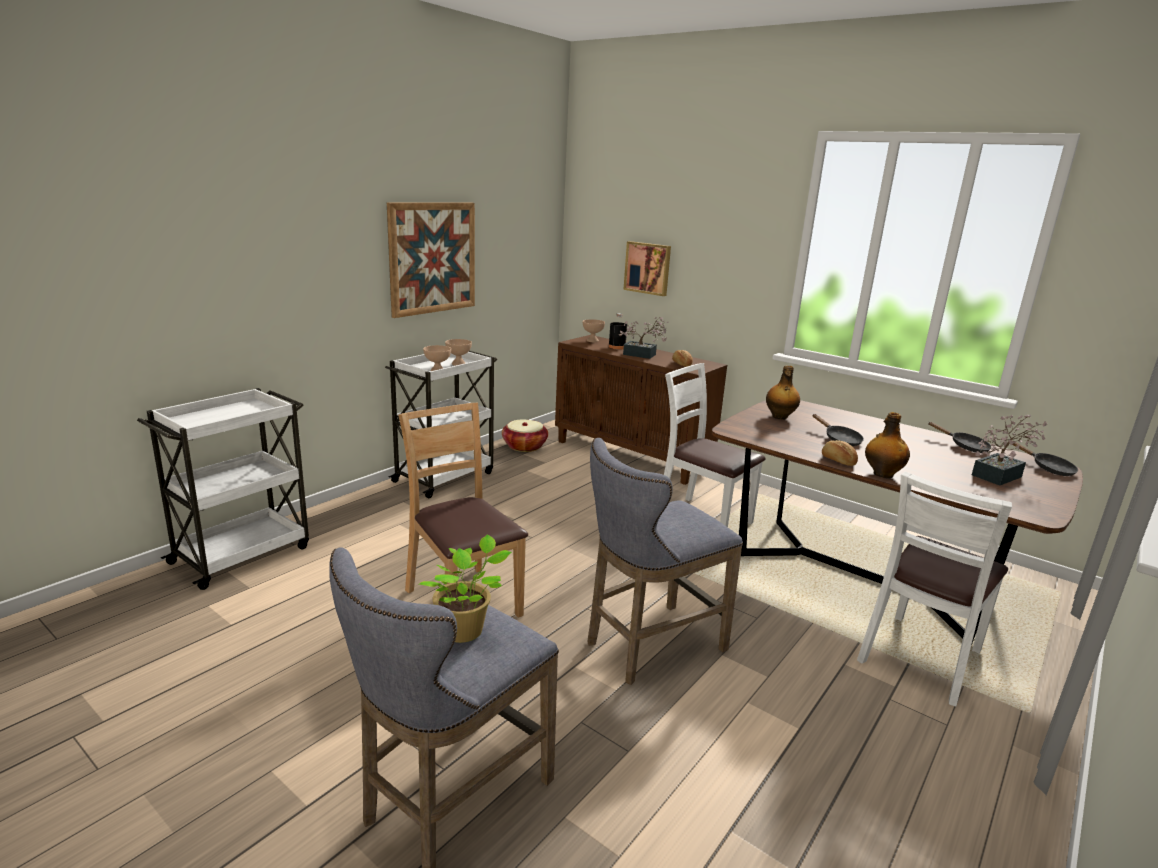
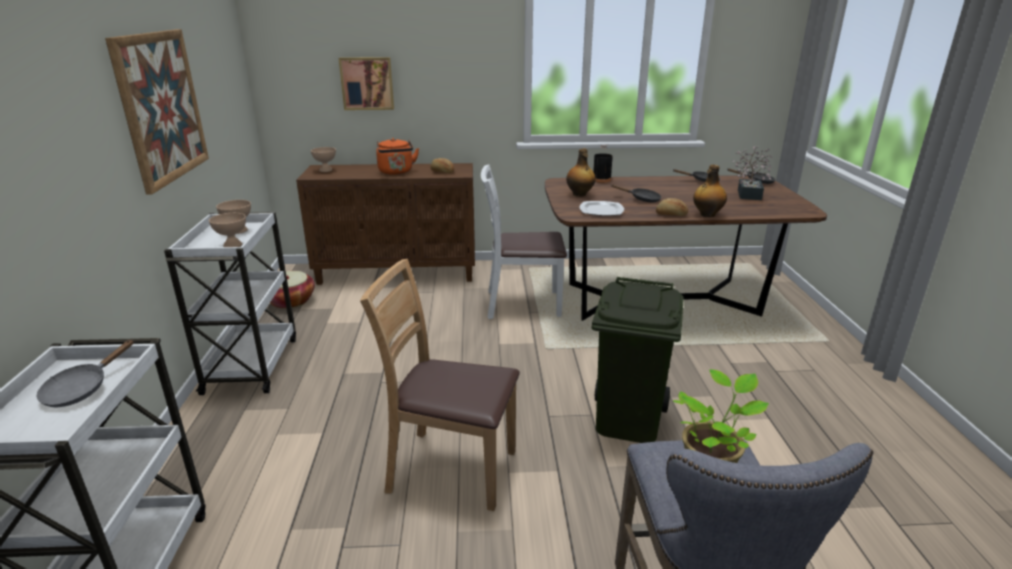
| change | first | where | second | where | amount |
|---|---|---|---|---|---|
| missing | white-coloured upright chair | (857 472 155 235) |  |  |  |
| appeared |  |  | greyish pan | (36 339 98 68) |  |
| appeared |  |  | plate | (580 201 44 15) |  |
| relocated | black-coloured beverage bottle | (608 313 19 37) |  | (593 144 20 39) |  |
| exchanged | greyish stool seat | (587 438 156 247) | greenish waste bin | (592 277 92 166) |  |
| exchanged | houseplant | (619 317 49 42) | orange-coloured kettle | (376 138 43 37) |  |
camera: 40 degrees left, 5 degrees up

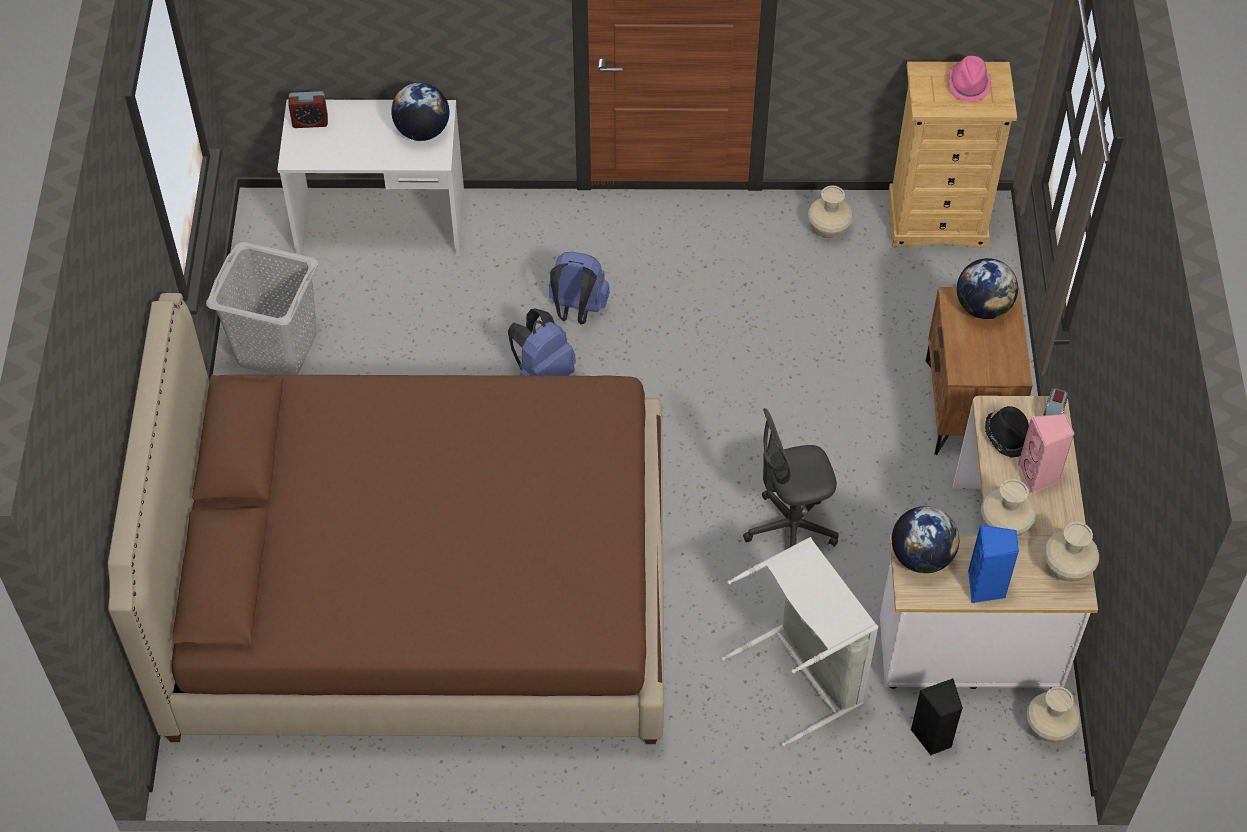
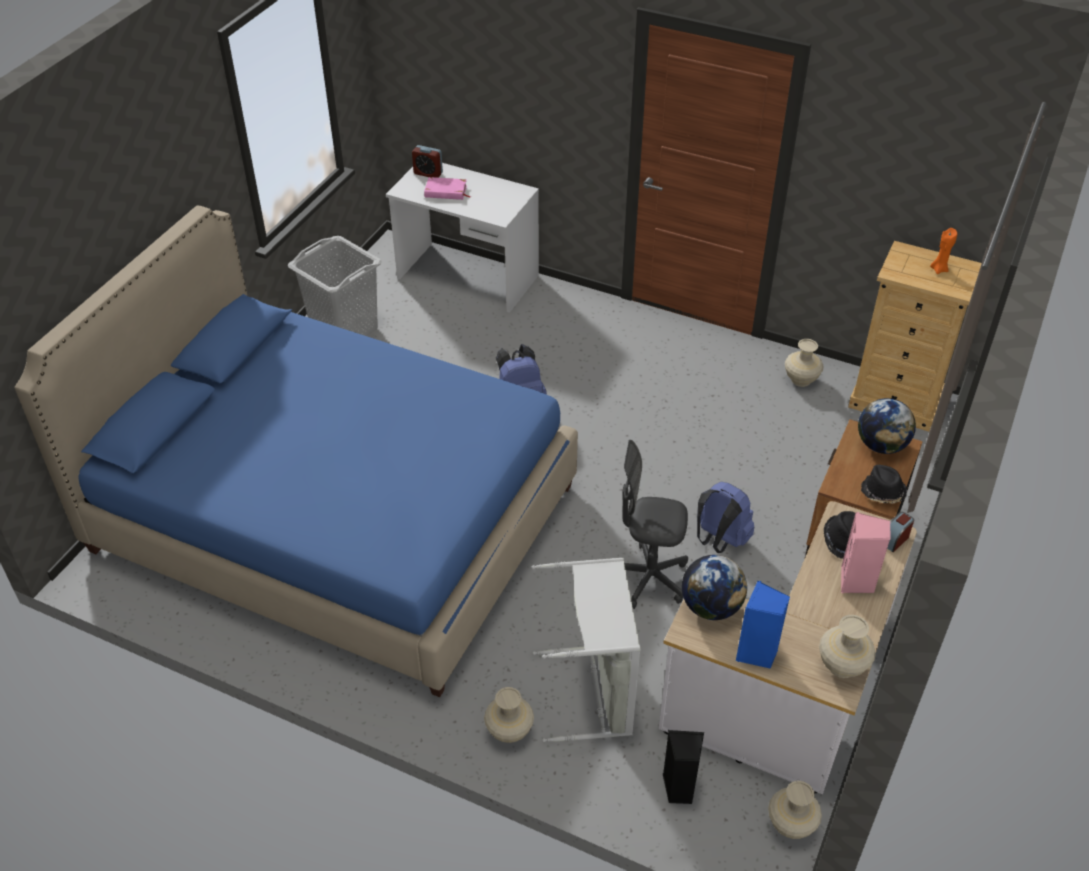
| change | first | where | second | where | amount |
|---|---|---|---|---|---|
| missing | globe | (391 83 58 58) |  |  |  |
| appeared |  |  | pinkish volume | (424 177 47 23) |  |
| appeared |  |  | black-coloured hat | (861 465 46 39) |  |
| relocated | blue-coloured knapsack | (549 252 61 72) |  | (697 482 57 71) |  |
| relocated | beige flower vase | (981 479 55 58) |  | (484 687 50 56) |  |
| exchanged | pinkish hat | (948 56 44 47) | orange-coloured wax light | (930 228 27 46) |  |
| colour | brown bedroom bed | (108 293 556 451) | blue-coloured bedroom bed | (15 205 563 492) |  |
camera: 25 degrees right, 10 degrees down

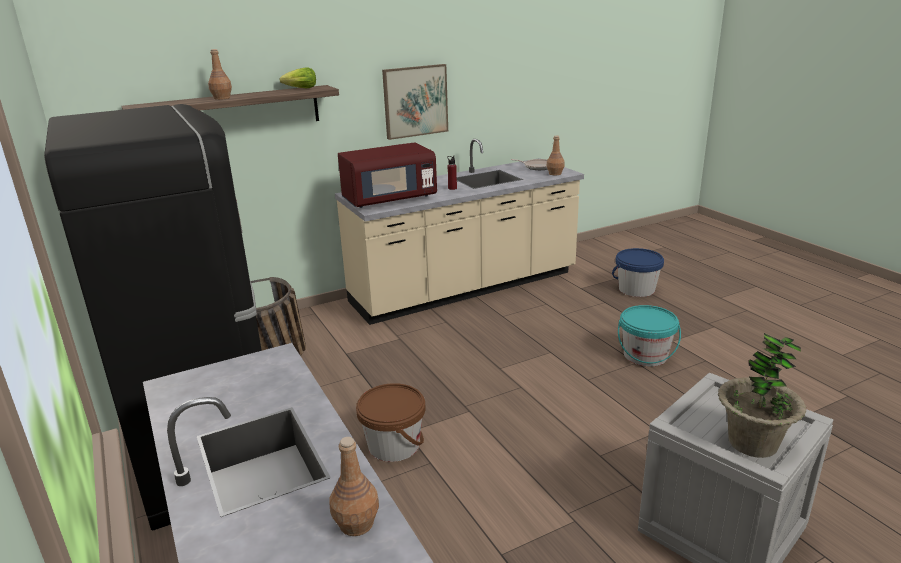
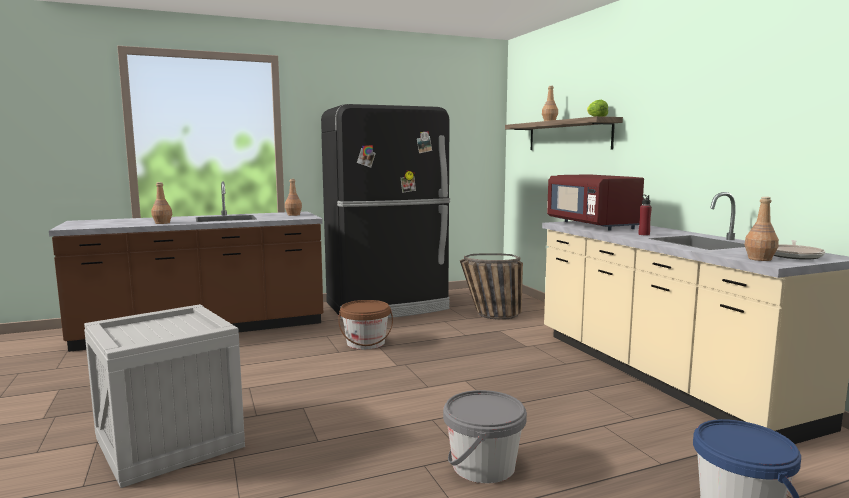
| change | first | where | second | where | amount |
|---|---|---|---|---|---|
| missing | wall art | (382 64 66 76) |  |  |  |
| missing | houseplant | (718 333 88 125) |  |  |  |
| appeared |  |  | brown beverage bottle | (285 179 17 37) |  |
| colour | turquoise pail | (618 305 63 62) | greyish pail | (443 390 84 93) |  |
camera: 95 degrees right, 15 degrees down

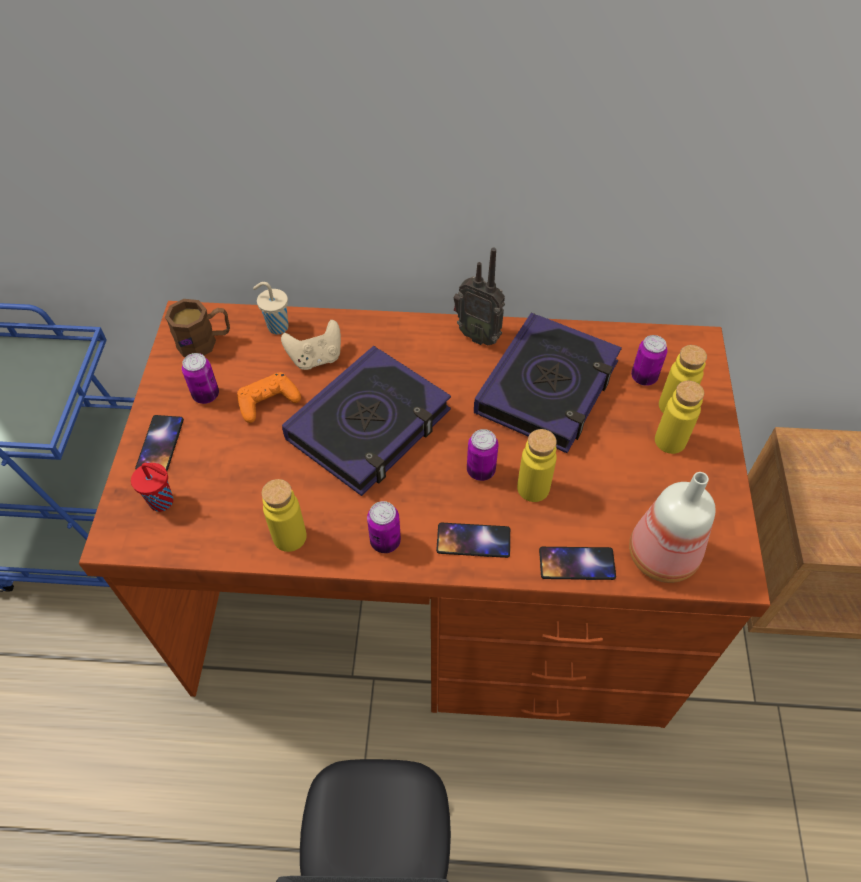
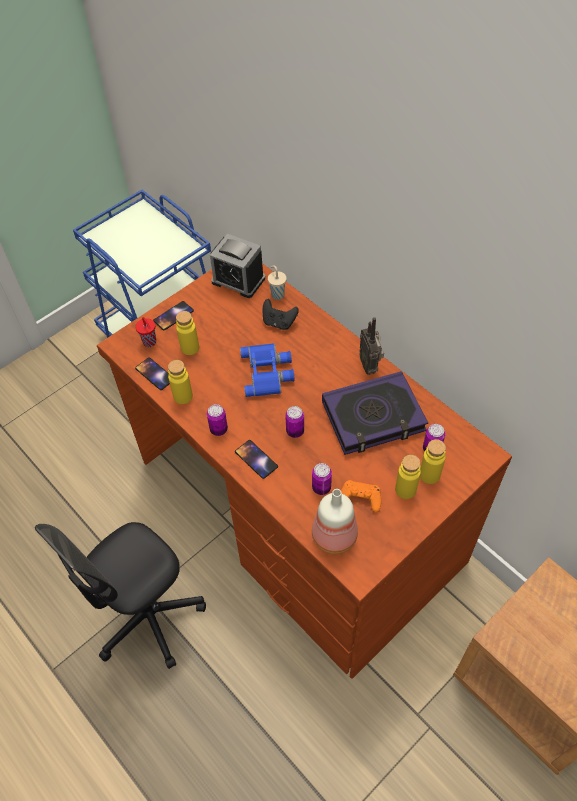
| change | first | where | second | where | amount |
|---|---|---|---|---|---|
| relocated | sealed can | (182 353 37 51) |  | (312 463 20 32) |  |
| relocated | orange-coloured gamepad | (237 372 64 51) |  | (341 480 40 32) |  |
| relocated | yellow beverage bottle | (517 429 40 73) |  | (176 311 23 44) |  |
| relocated | telephone | (539 547 77 33) |  | (135 357 35 33) |  |
| exchanged | brown tea mug | (165 299 65 58) | table clock | (210 234 55 64) |  |
| exchanged | volume | (282 346 169 150) | blue-coloured field glasses | (240 343 55 54) |  |
| colour | beige gamepad | (281 320 60 50) | black-coloured gamepad | (263 299 36 31) |  |
camera: 45 degrees right, 0 degrees up

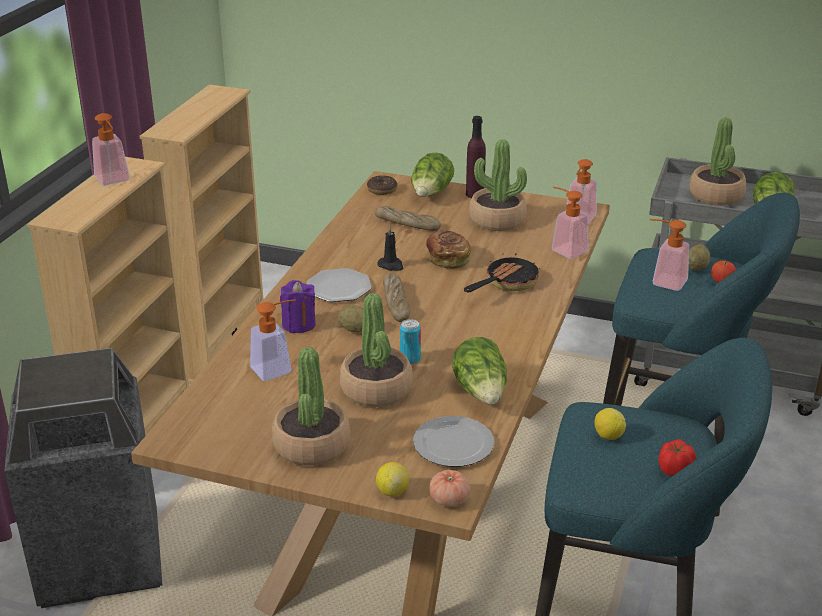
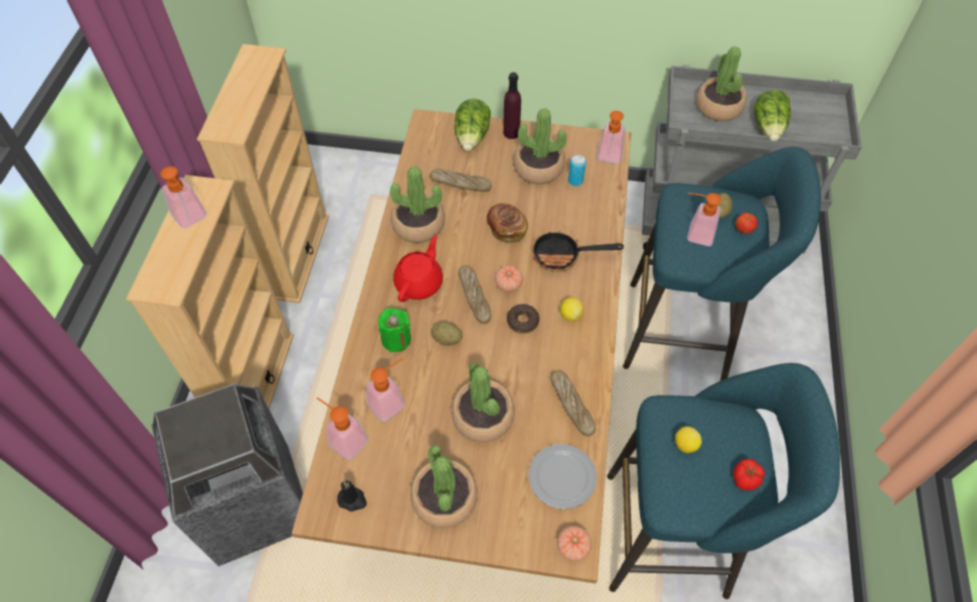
| change | first | where | second | where | amount |
|---|---|---|---|---|---|
| appeared |  |  | houseplant | (390 166 55 77) |  |
| appeared |  |  | fresh tomato | (495 266 28 26) |  |
| relocated | ring doughnut | (367 175 30 20) |  | (507 304 32 30) |  |
| relocated | whole lemon | (376 462 33 34) |  | (560 297 24 24) |  |
| relocated | black-coloured wax light | (377 226 27 45) |  | (337 481 30 30) |  |
| relocated | sealed can | (400 319 21 45) |  | (568 155 18 31) |  |
| relocated | soap dispenser | (552 187 37 72) |  | (317 397 51 63) |  |
| exchanged | plate | (307 268 65 34) | red-coloured pot for tea | (393 235 50 67) |  |
| exchanged | lettuce head | (452 337 55 68) | bakery bread | (550 370 46 66) |  |
| colour | purplish wax light | (280 280 36 53) | greenish wax light | (378 308 33 44) |  |
| spun | pan | (464 253 76 39) |  | (533 231 91 41) | 120 degrees counterclockwise |
camera: 10 degrees left, 25 degrees up

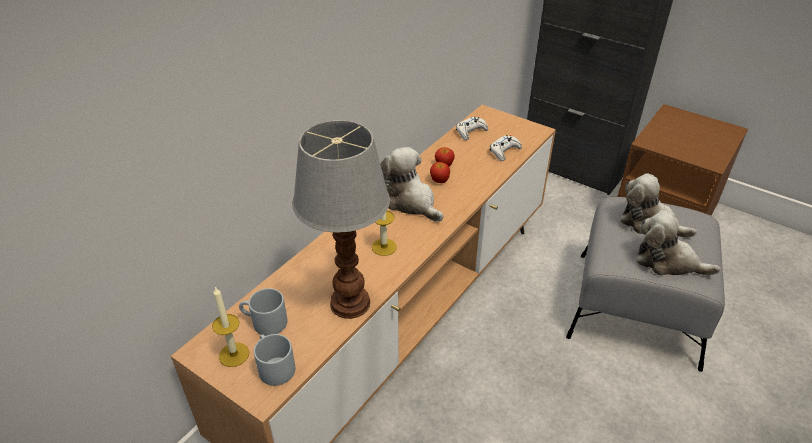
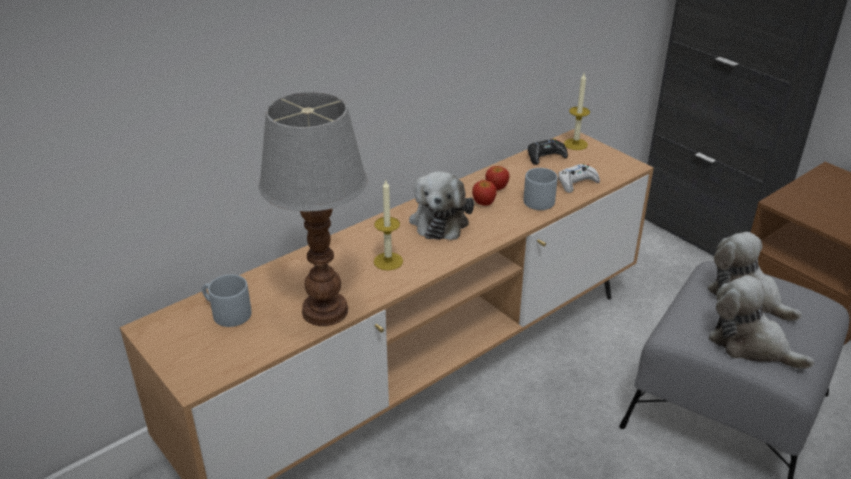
| change | first | where | second | where | amount |
|---|---|---|---|---|---|
| relocated | wax light | (212 287 37 80) |  | (564 73 26 77) |  |
| relocated | greyish tea mug | (254 334 41 52) |  | (523 168 35 42) |  |
| colour | white-coloured gamepad | (456 116 32 24) | black-coloured gamepad | (528 139 40 26) |  |
| spun | soft toy | (380 147 64 75) |  | (409 171 65 69) | 150 degrees counterclockwise |
camera: 15 degrees right, 5 degrees down

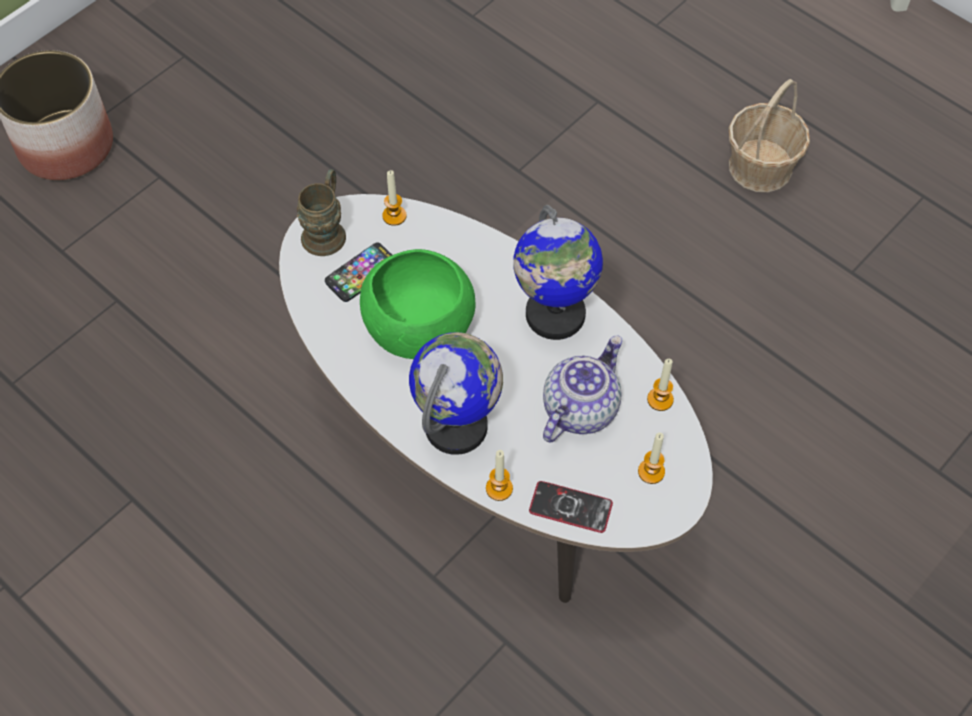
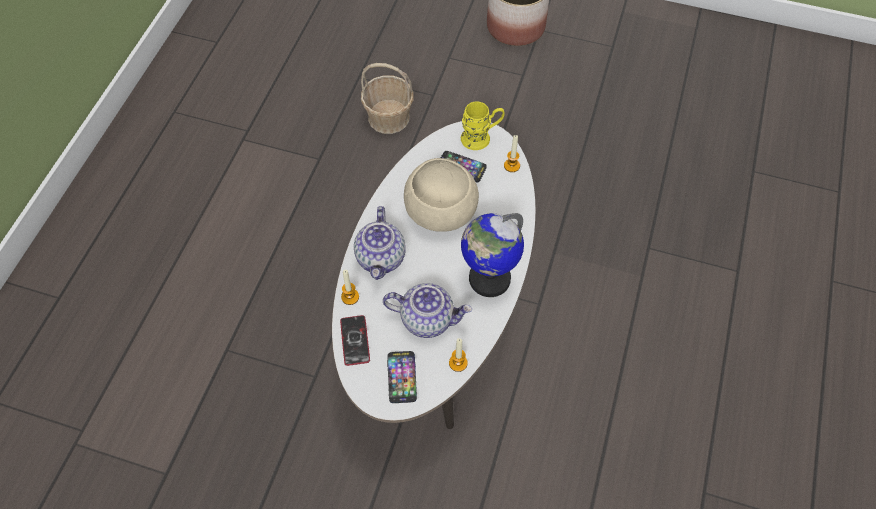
| change | first | where | second | where | amount |
|---|---|---|---|---|---|
| relocated | household basket | (729 79 81 113) |  | (361 63 53 71) |  |
| exchanged | globe | (409 332 94 123) | pot for tea | (354 206 52 74) |  |
| exchanged | wax light | (638 432 27 52) | telephone | (387 351 30 52) |  |
| colour | brown tea mug | (297 169 49 87) | yellow tea mug | (461 102 44 48) |  |
| colour | greenish serving bowl | (360 249 116 110) | beige serving bowl | (404 158 75 74) |  |
camera: 65 degrees right, 0 degrees up

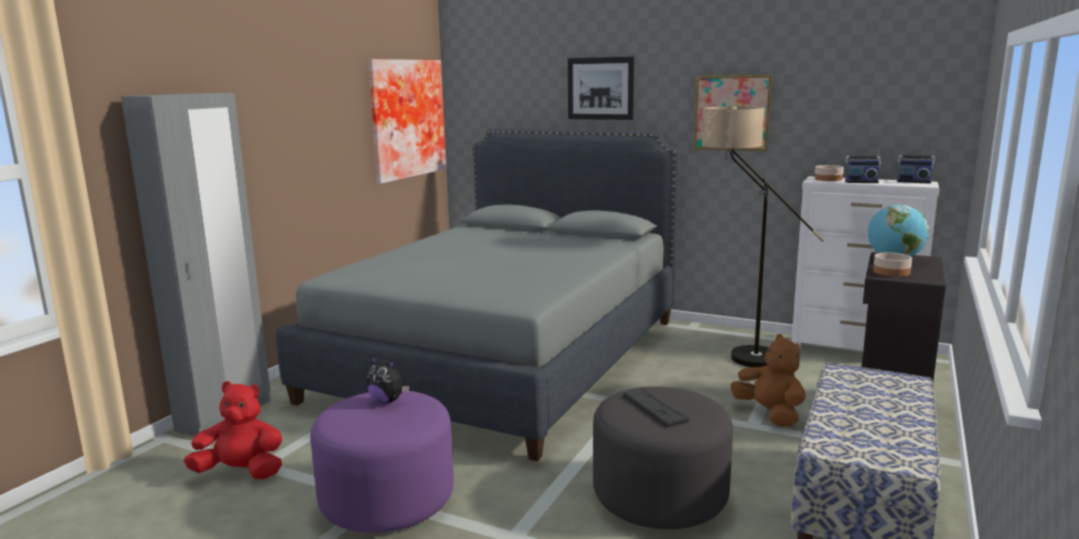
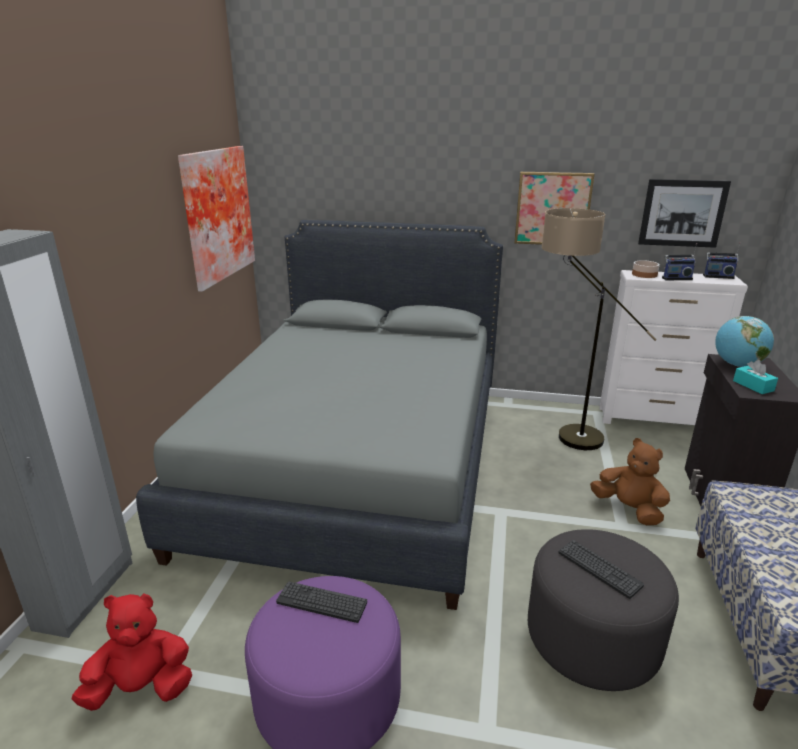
| change | first | where | second | where | amount |
|---|---|---|---|---|---|
| relocated | wall art | (568 57 66 63) |  | (638 179 93 69) |  |
| exchanged | soft toy | (367 355 42 48) | keyboard | (276 582 91 41) |  |
| exchanged | serving bowl | (873 252 39 25) | turquoise tissue box | (733 360 45 34) |  |
camera: 15 degrees left, 10 degrees up

